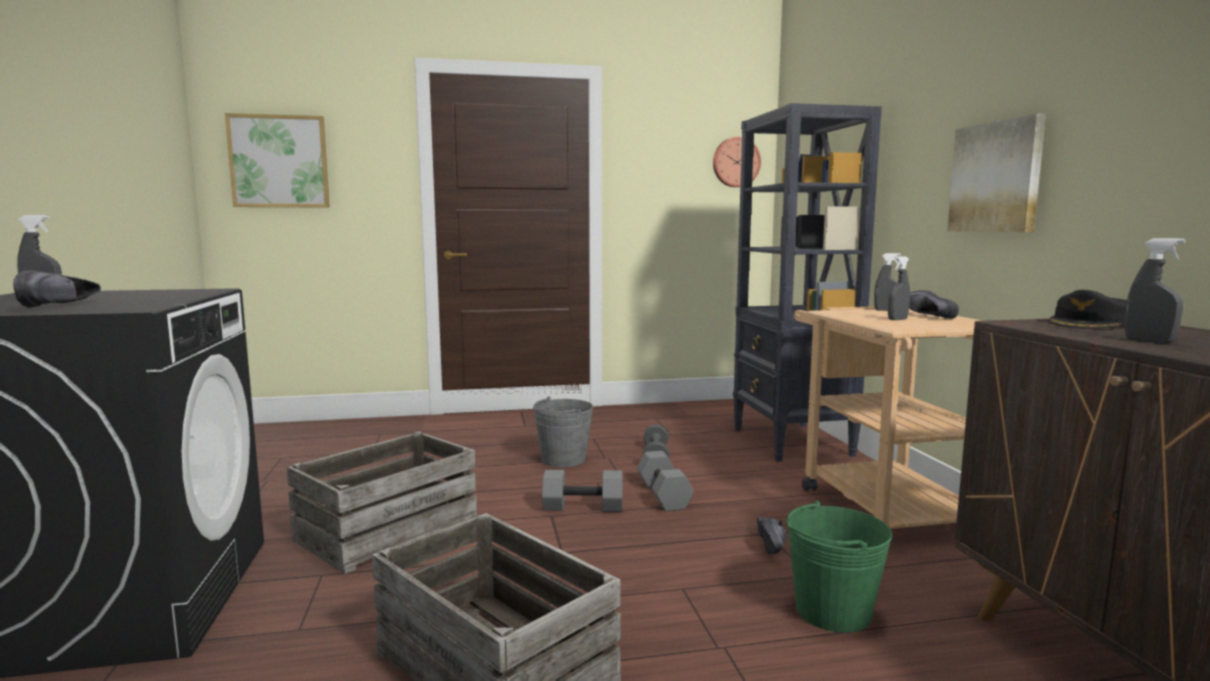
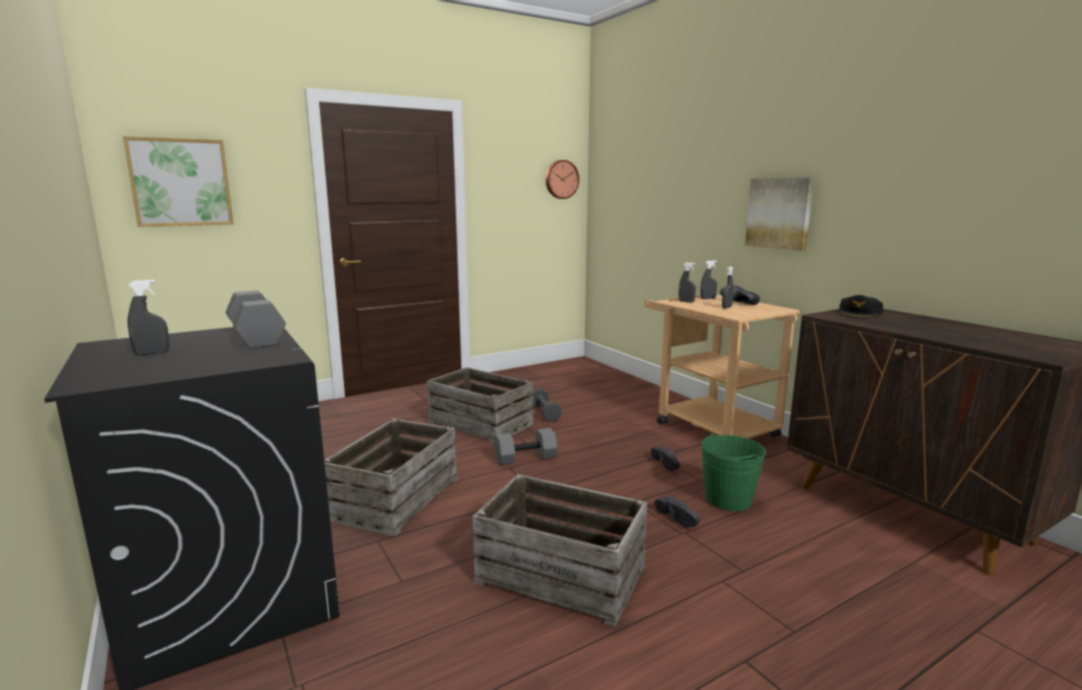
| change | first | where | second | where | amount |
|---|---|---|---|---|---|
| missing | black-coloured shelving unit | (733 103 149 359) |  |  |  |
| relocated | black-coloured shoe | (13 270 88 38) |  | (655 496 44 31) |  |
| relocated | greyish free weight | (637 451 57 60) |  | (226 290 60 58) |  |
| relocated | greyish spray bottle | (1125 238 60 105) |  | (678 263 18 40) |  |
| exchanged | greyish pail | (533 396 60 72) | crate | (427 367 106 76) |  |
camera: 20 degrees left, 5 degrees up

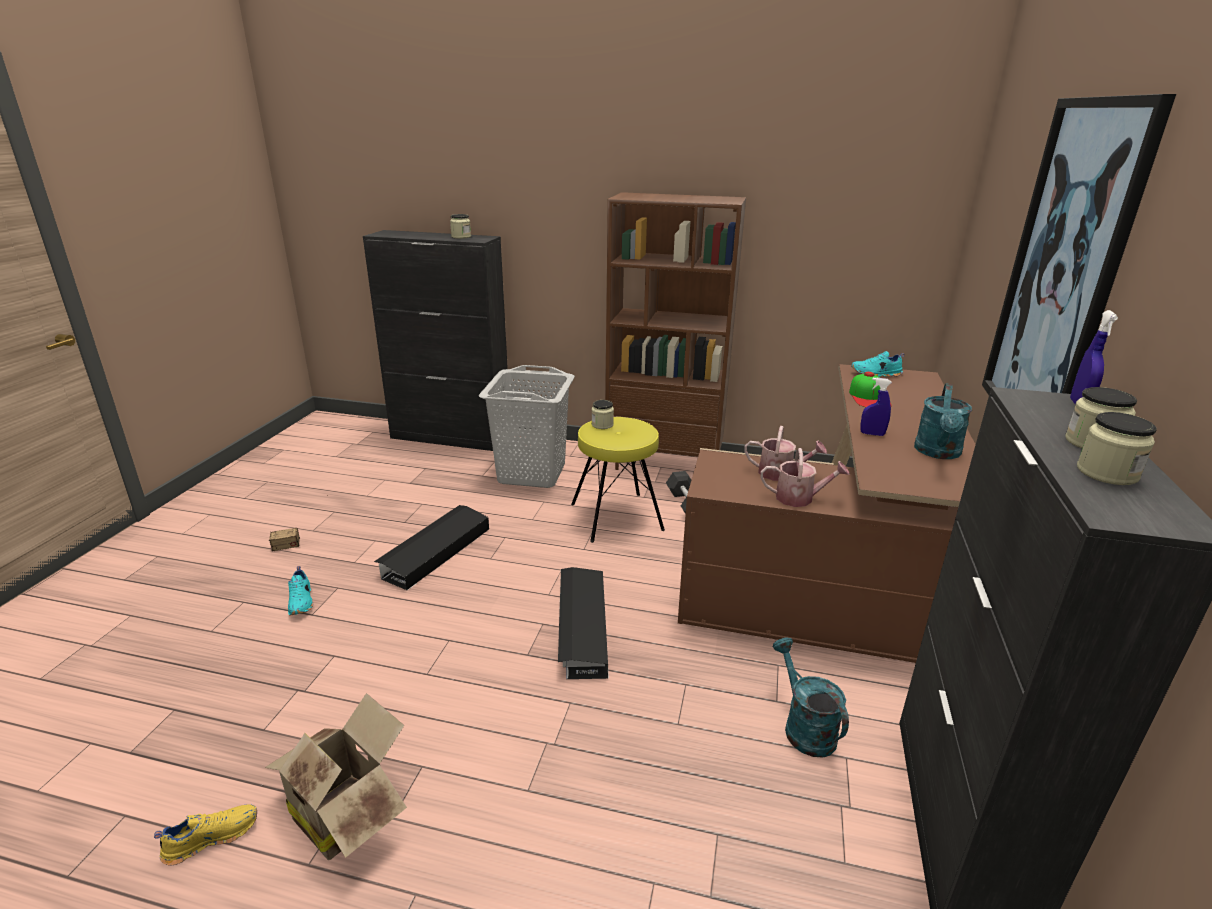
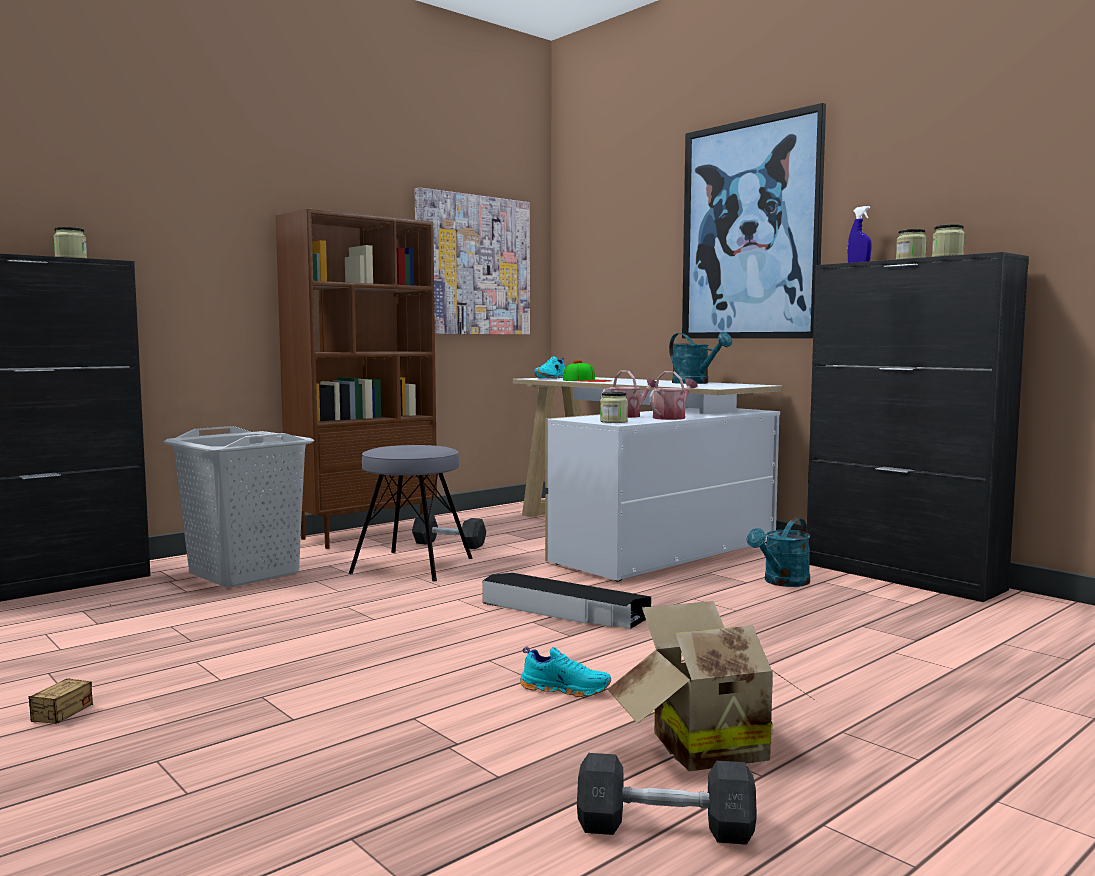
| change | first | where | second | where | amount |
|---|---|---|---|---|---|
| missing | black-coloured storage bin | (374 505 115 85) |  |  |  |
| missing | blue-coloured spray bottle | (860 377 32 59) |  |  |  |
| appeared |  |  | wall art | (415 187 115 148) |  |
| relocated | turquoise shoe | (288 566 25 50) |  | (520 646 91 51) |  |
| relocated | jar | (592 400 22 29) |  | (600 392 28 31) |  |
| exchanged | yellow shoe | (154 804 103 61) | greyish free weight | (577 753 180 92) |  |
| colour | yellow stool seat | (571 417 94 126) | greyish stool seat | (348 445 125 136) |  |
| colour | brown desk table | (678 364 298 299) | white-coloured desk table | (513 377 269 205) |  |
| spun | turquoise watering pot | (773 637 76 120) |  | (747 518 63 69) | 60 degrees counterclockwise |
camera: 55 degrees left, 20 degrees down

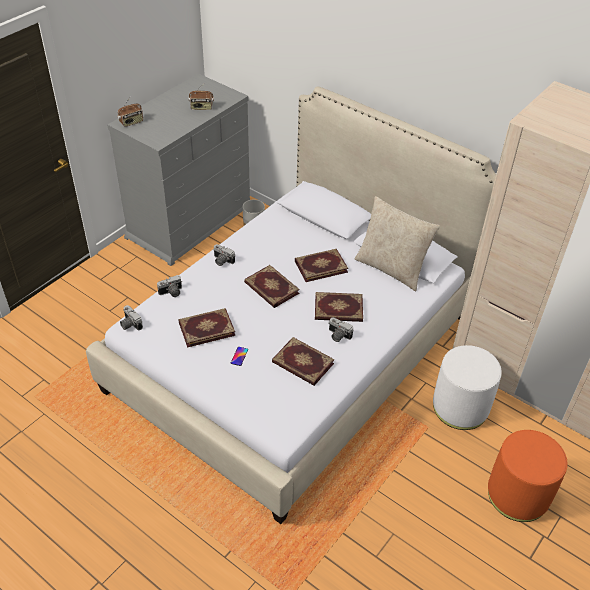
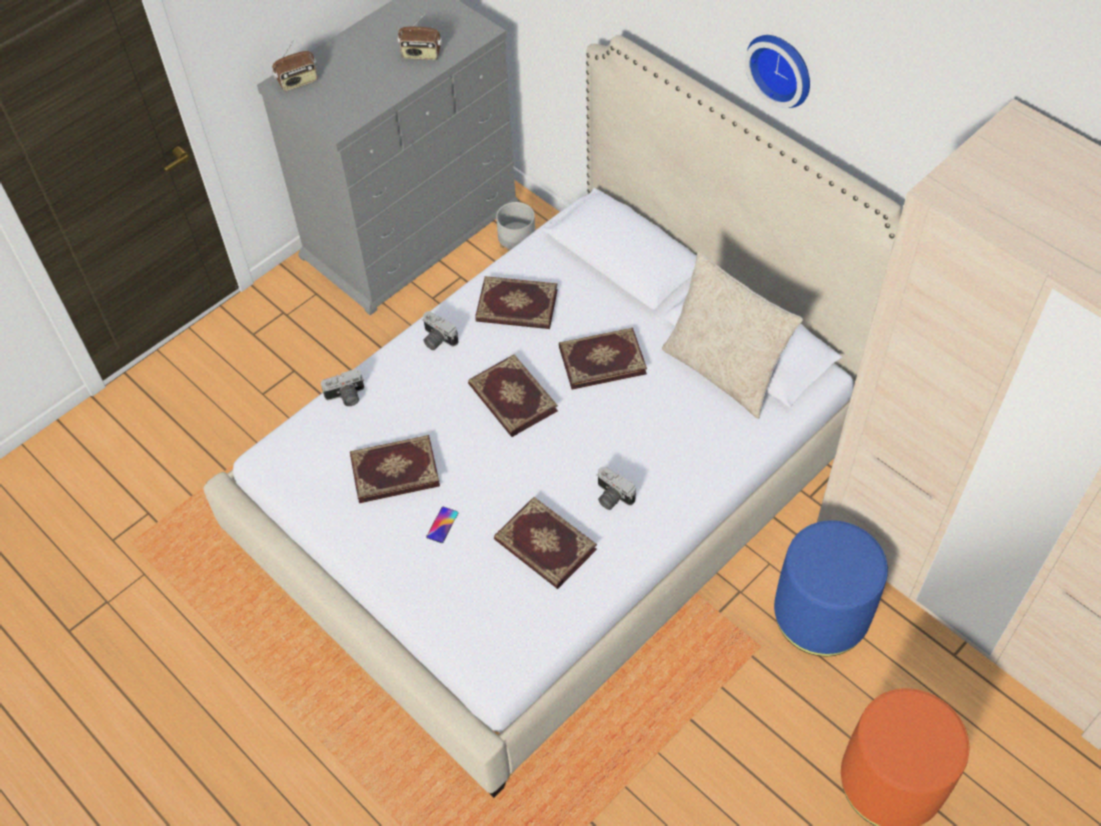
| change | first | where | second | where | amount |
|---|---|---|---|---|---|
| missing | still camera | (120 305 23 25) |  |  |  |
| appeared |  |  | wall clock | (745 35 65 73) |  |
| relocated | volume | (315 292 48 30) |  | (475 276 83 53) |  |
| colour | white-coloured pouffe | (433 345 69 85) | blue-coloured pouffe | (774 520 114 136) |  |
camera: 10 degrees right, 10 degrees up

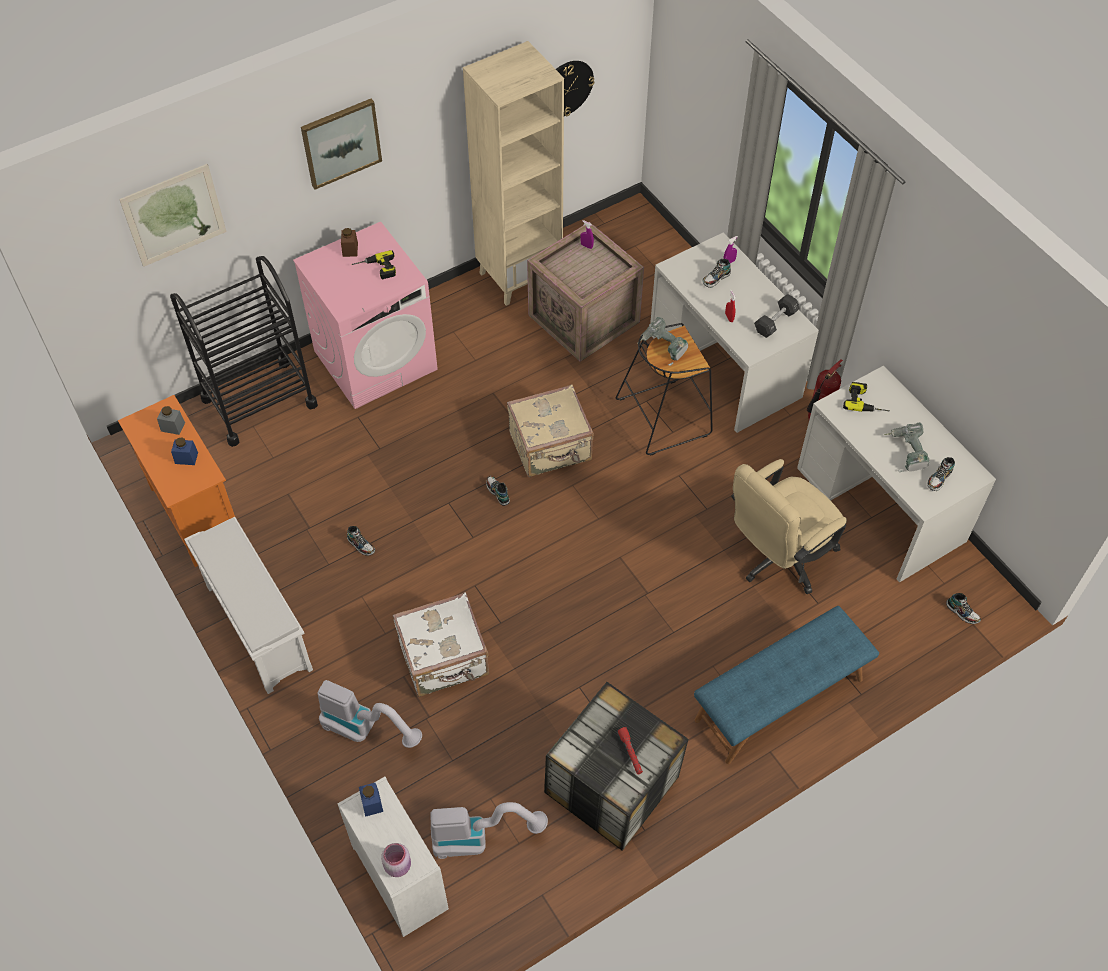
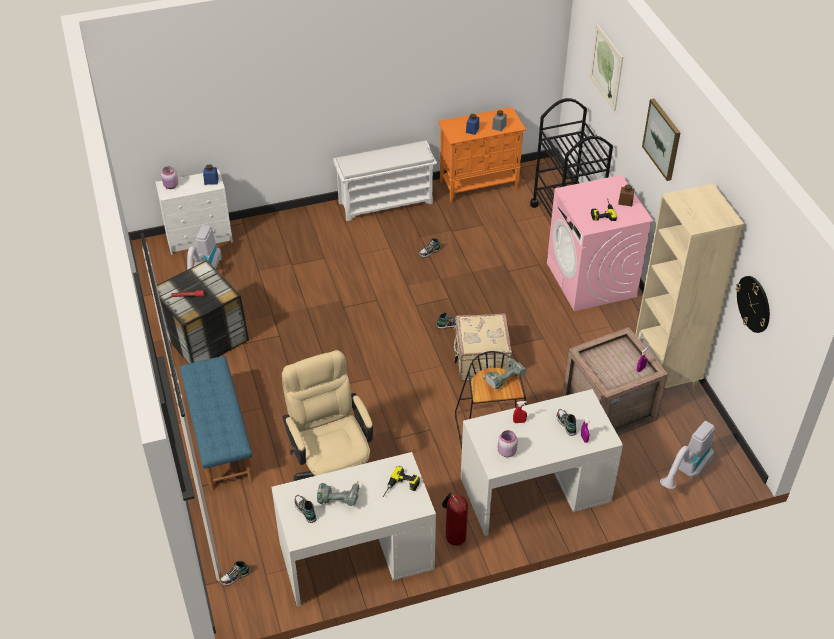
| change | first | where | second | where | amount |
|---|---|---|---|---|---|
| missing | white-coloured travel case | (393 592 96 105) |  |  |  |
| relocated | hoover | (318 680 104 68) |  | (660 421 55 68) |  |
| exchanged | black-coloured free weight | (754 294 46 44) | pinkish jar | (498 430 20 27) |  |
camera: 105 degrees right, 10 degrees down

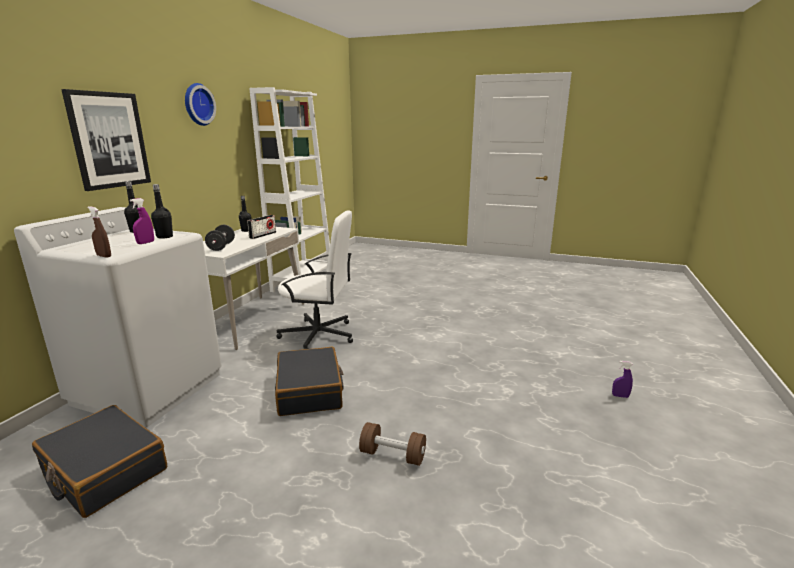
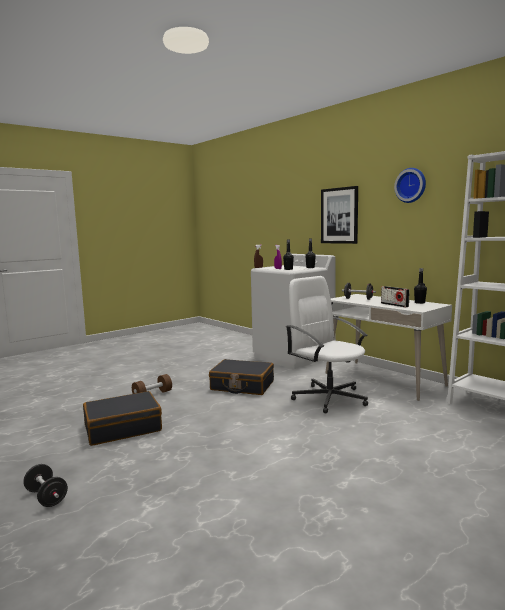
| change | first | where | second | where | amount |
|---|---|---|---|---|---|
| relocated | black-coloured travel case | (32 405 135 113) |  | (83 391 79 55) |  |
| exchanged | purplish spray bottle | (612 361 21 37) | black-coloured free weight | (23 464 45 43) |  |
| spun | white-coloured desk chair | (276 210 77 139) |  | (286 276 82 137) | 105 degrees clockwise |
camera: 120 degrees right, 10 degrees down

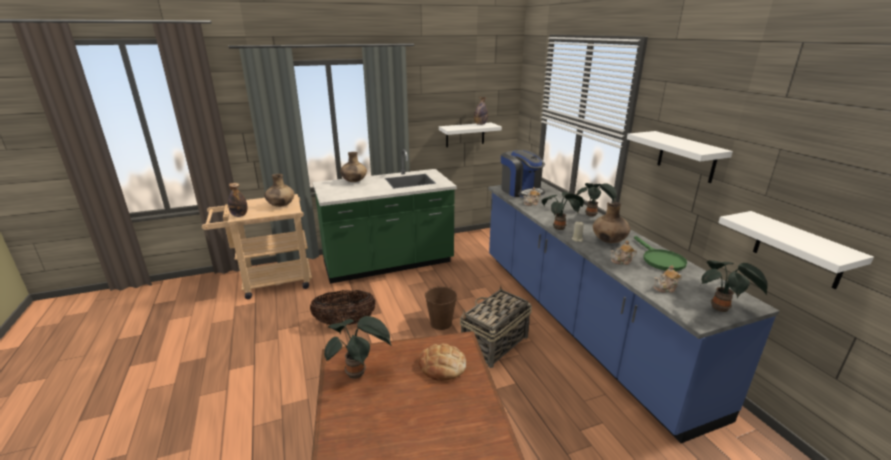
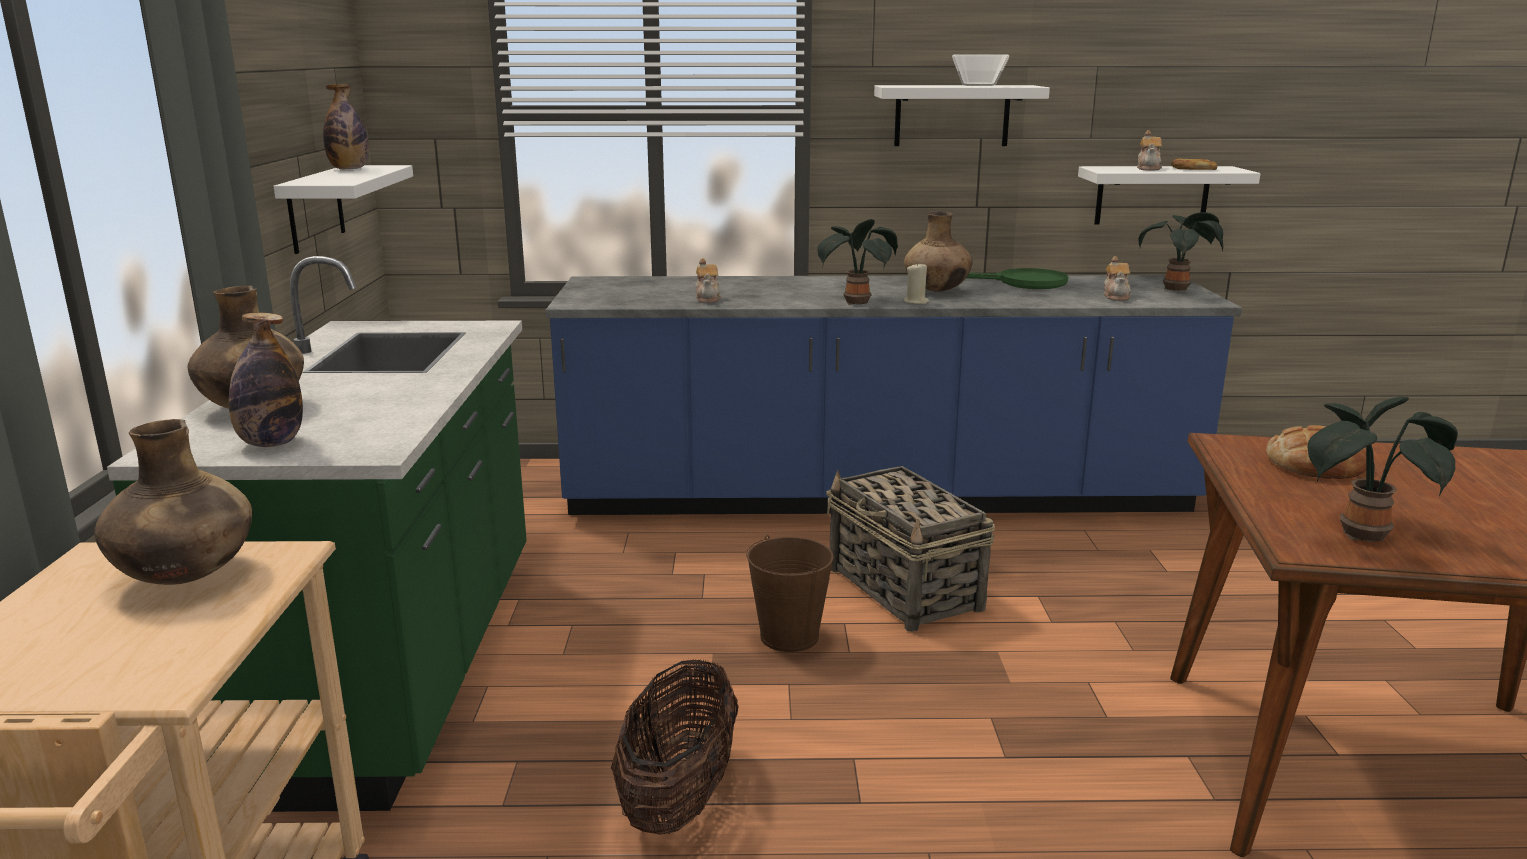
| change | first | where | second | where | amount |
|---|---|---|---|---|---|
| missing | coffee brewer | (501 150 44 47) |  |  |  |
| missing | houseplant | (577 183 40 34) |  |  |  |
| appeared |  |  | serving bowl | (952 54 57 32) |  |
| appeared |  |  | bakery bread | (1171 158 46 12) |  |
| relocated | beverage bottle | (228 183 20 34) |  | (229 313 74 134) |  |
| relocated | pot for tea | (610 241 27 24) |  | (1137 130 25 40) |  |
camera: 70 degrees left, 5 degrees down

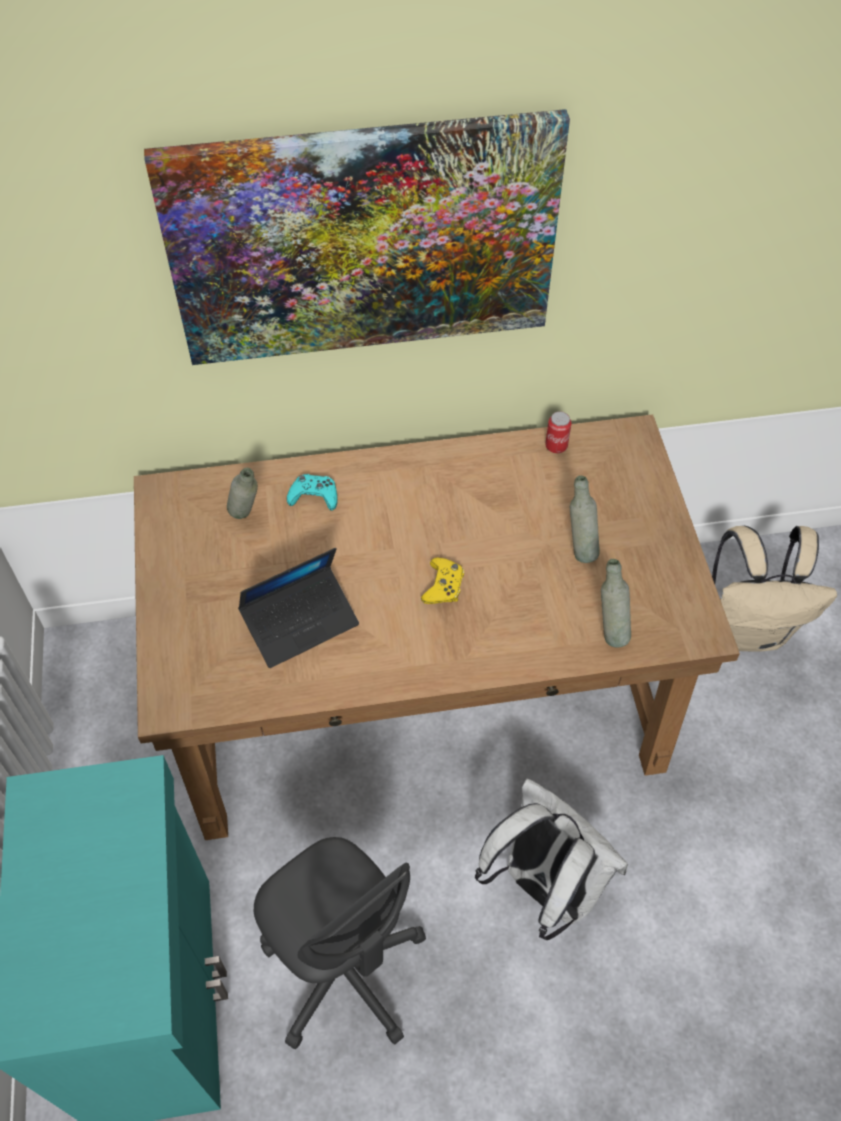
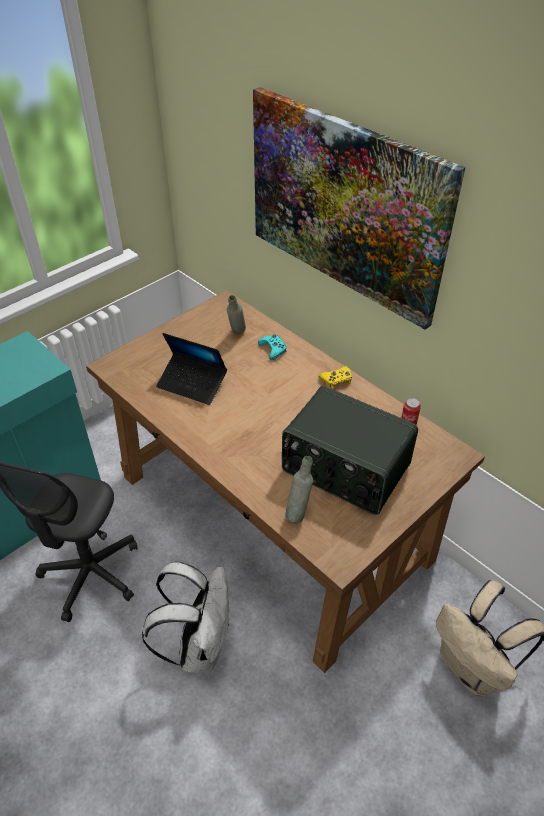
| change | first | where | second | where | amount |
|---|---|---|---|---|---|
| relocated | yellow gamepad | (421 557 43 47) |  | (319 366 33 23) |  |
| exchanged | greyish beverage bottle | (570 476 30 87) | radio set | (282 386 136 129) |  |
camera: 55 degrees right, 10 degrees down

